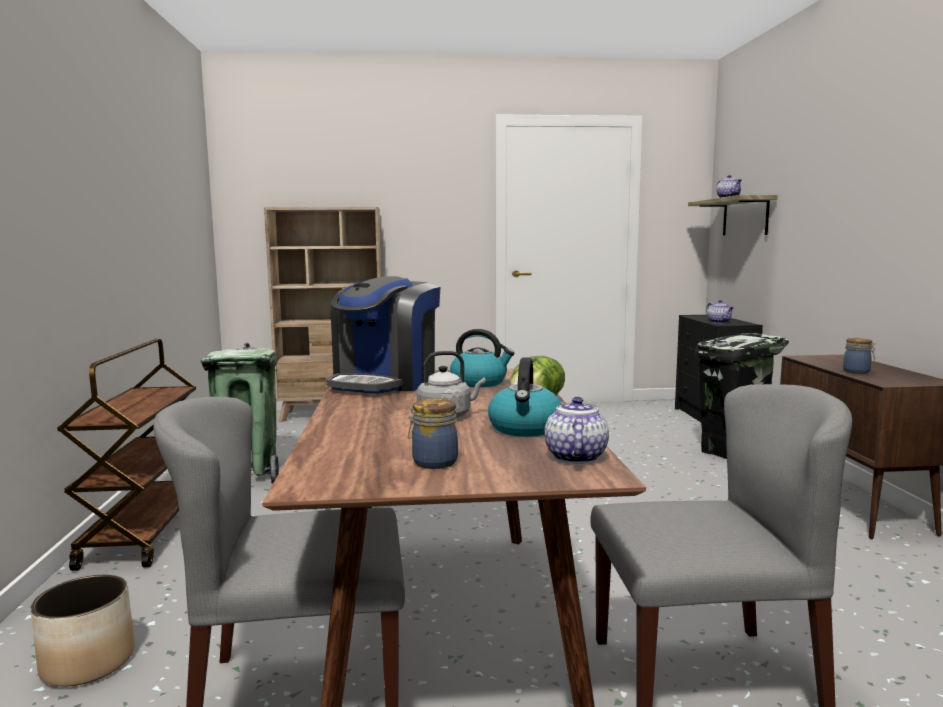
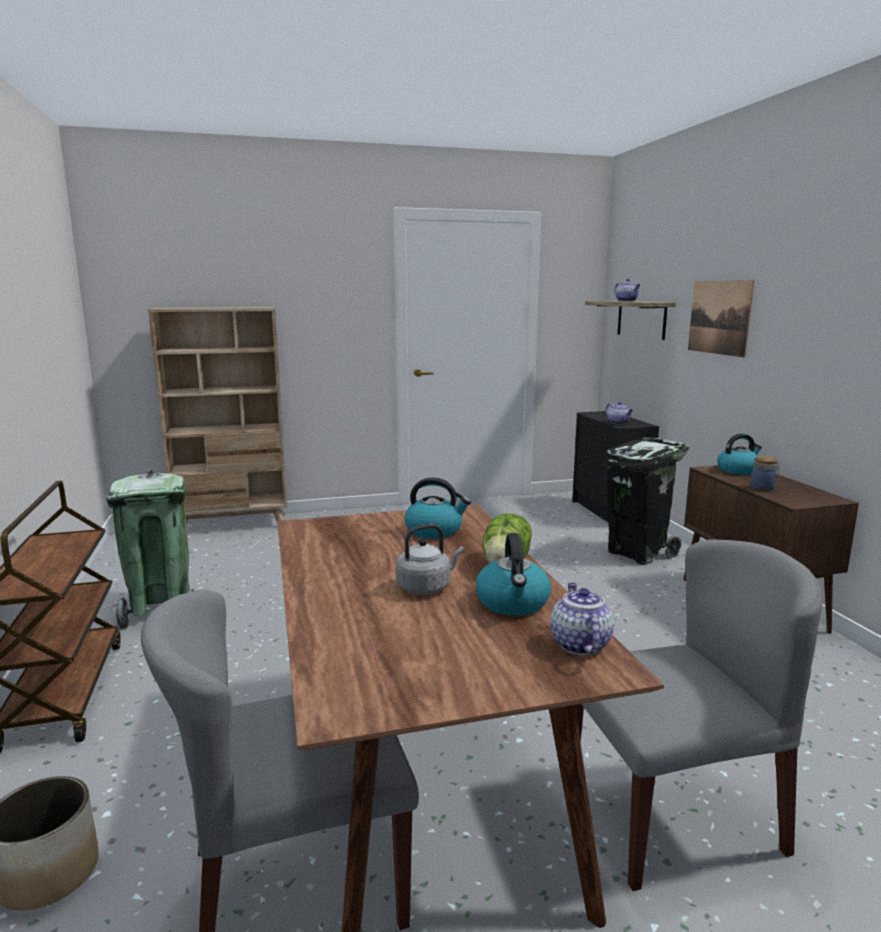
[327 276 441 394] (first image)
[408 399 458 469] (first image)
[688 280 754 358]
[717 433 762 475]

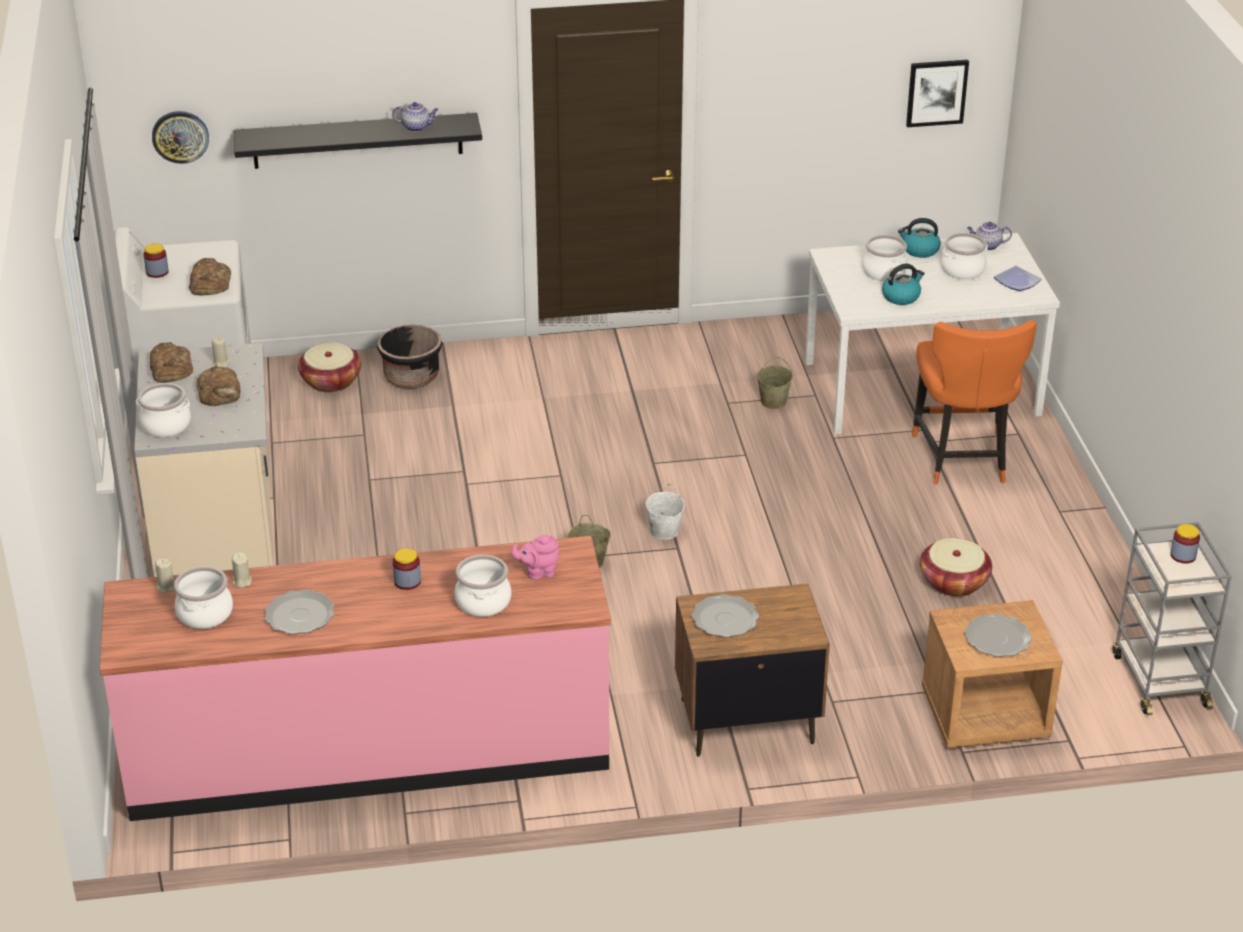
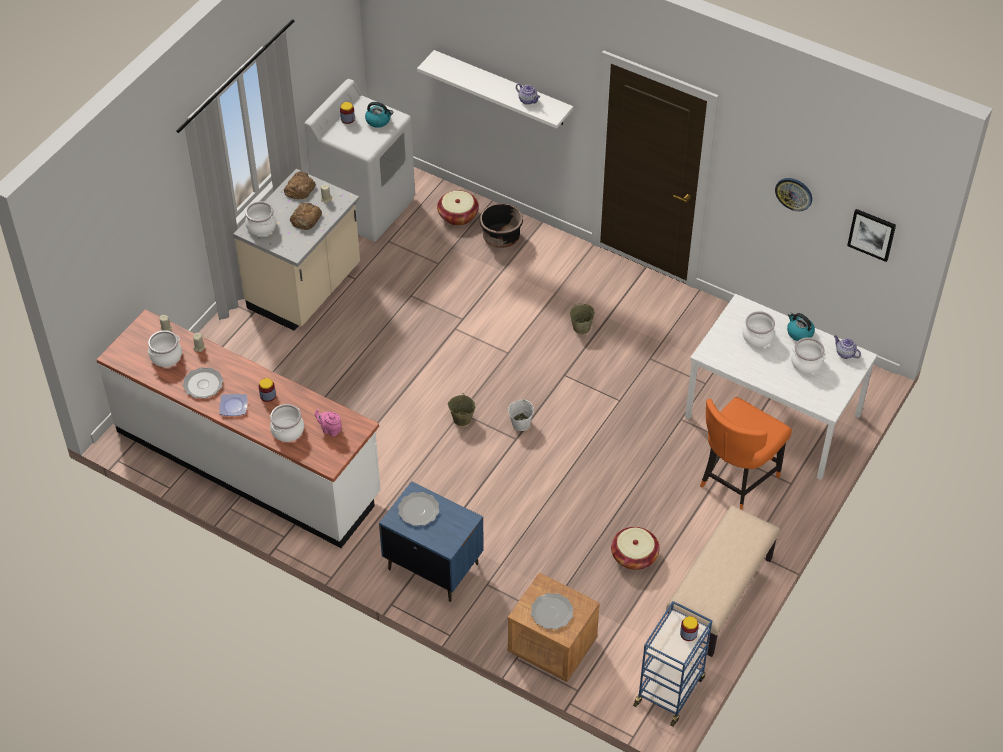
[96 309 381 548]
[775 178 812 211]
[189 258 231 295] (first image)
[417 50 573 129]
[379 481 484 602]
[570 303 595 334]
[365 102 393 128]
[219 394 248 416]
[633 601 712 726]
[666 505 780 657]

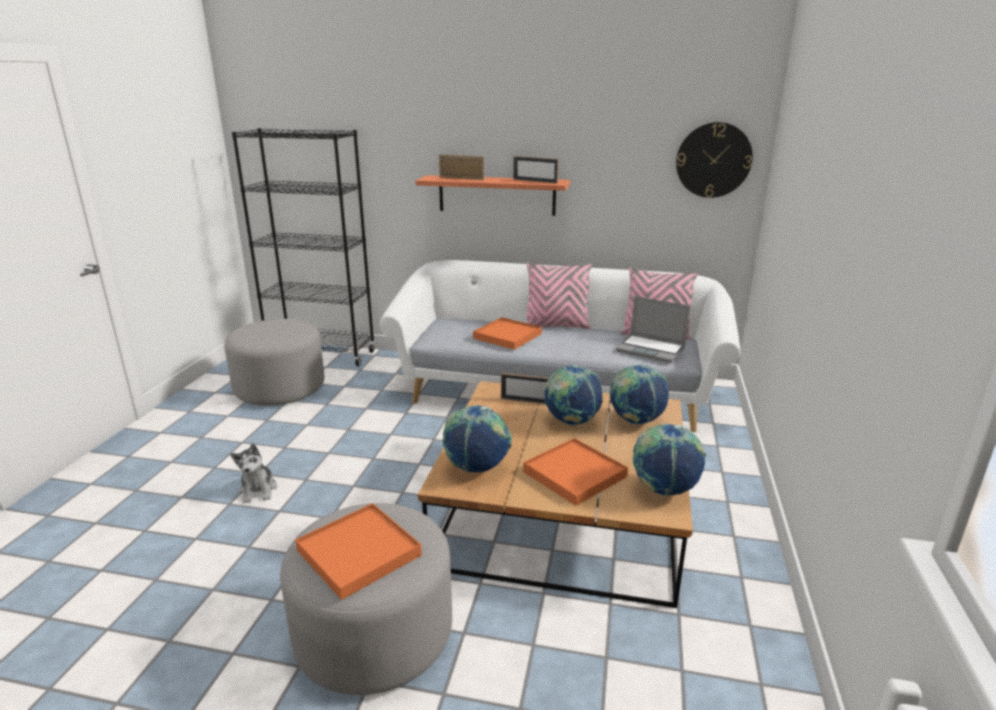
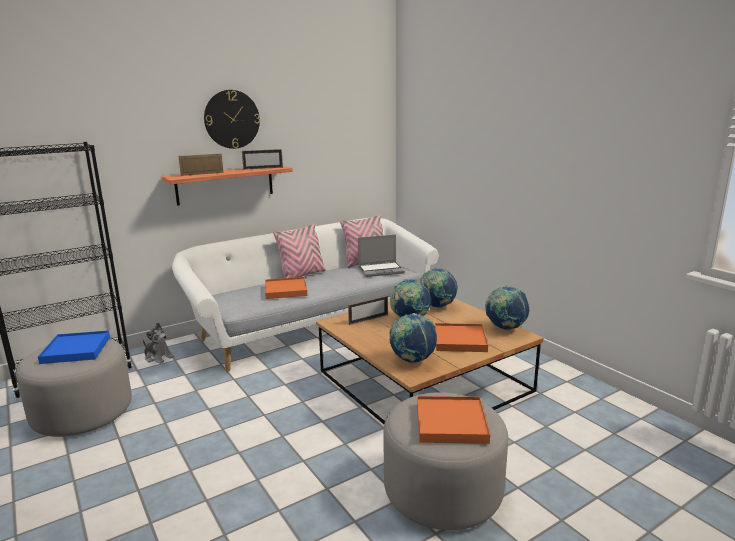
[143 322 174 364]
[204 90 260 149]
[38 330 110 364]

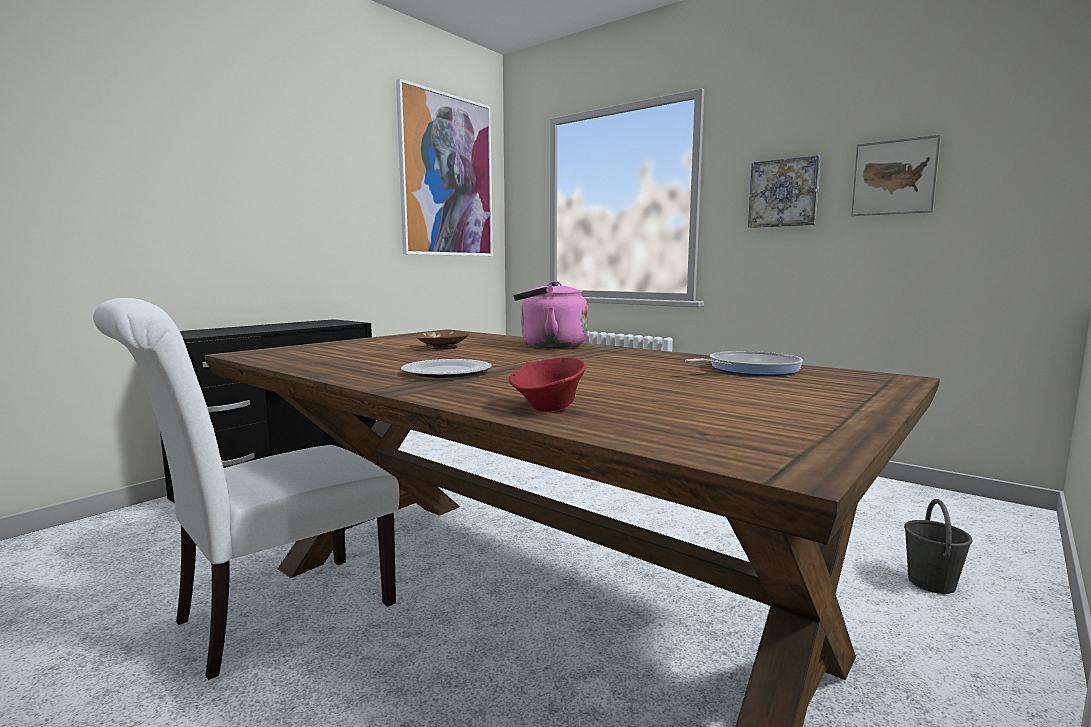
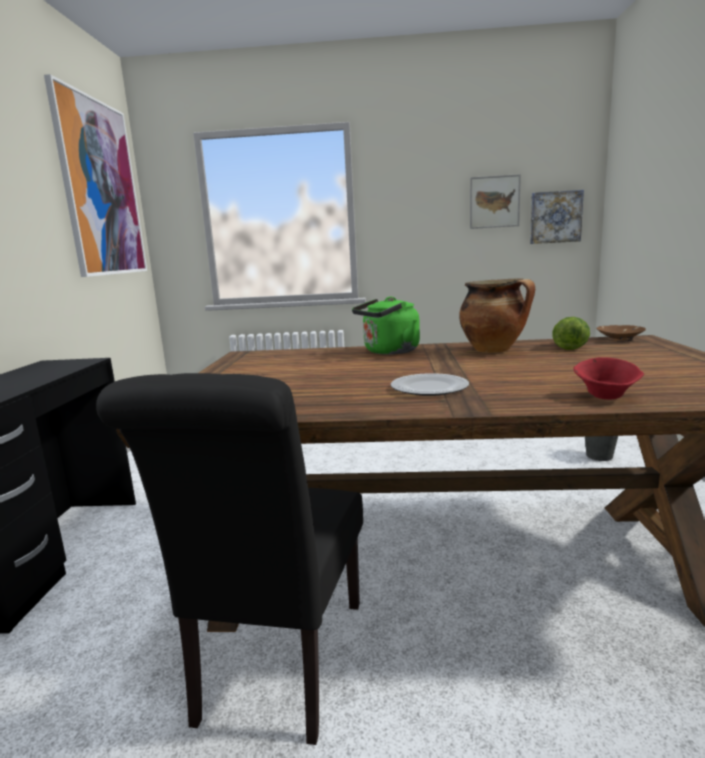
[96 373 363 745]
[596 325 646 342]
[352 297 420 355]
[552 317 590 350]
[530 190 584 244]
[459 278 535 353]

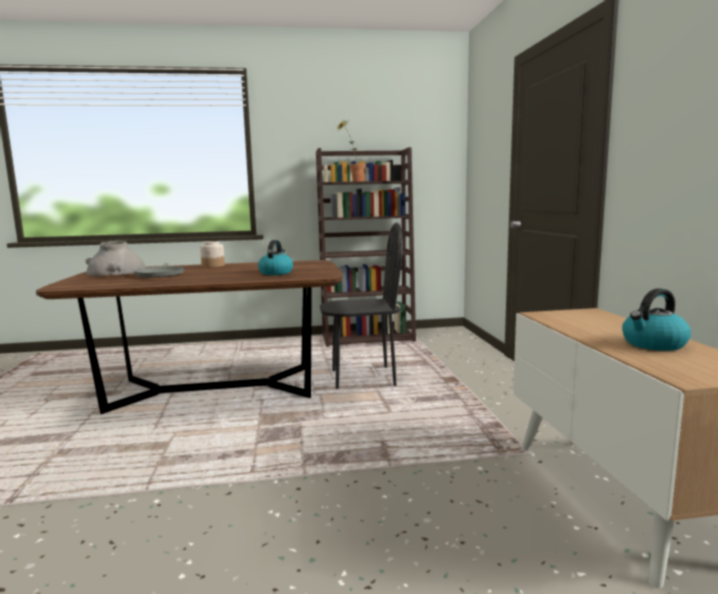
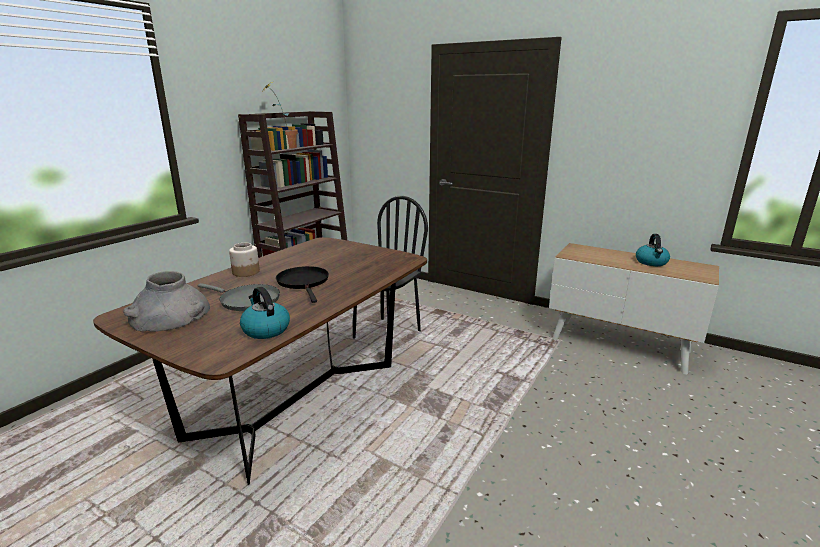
[240 287 290 339]
[276 266 329 303]

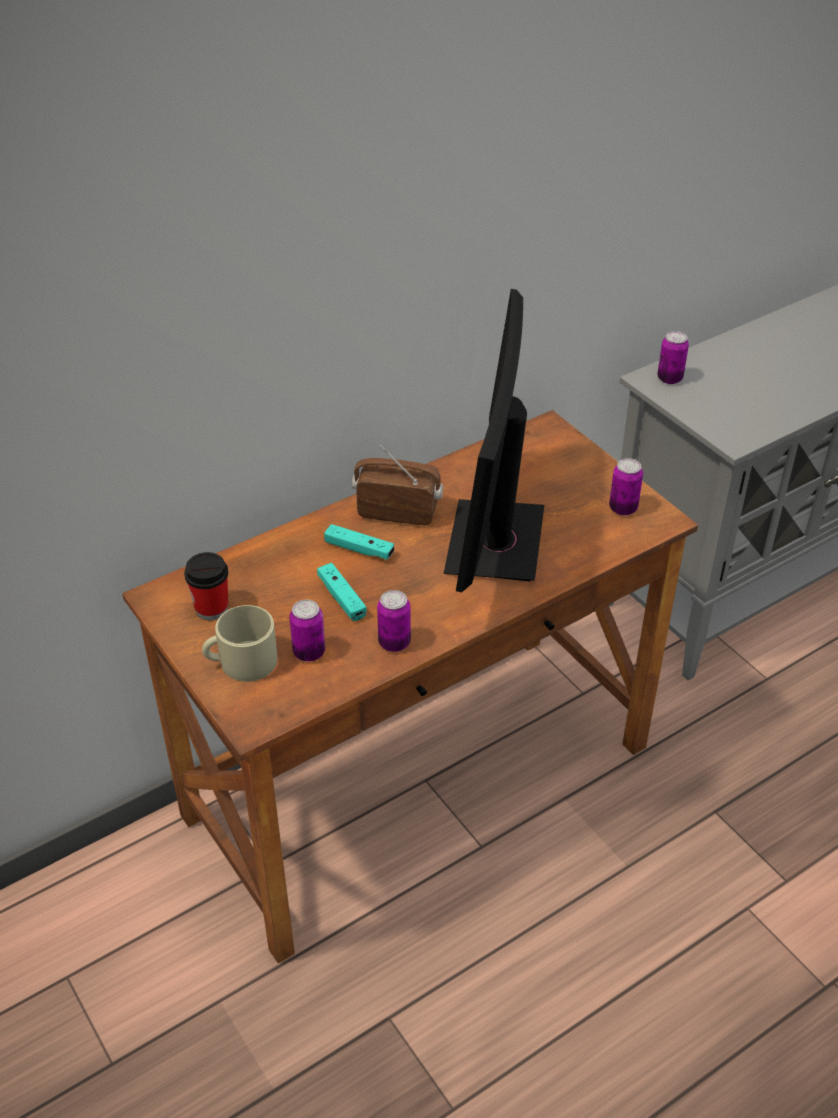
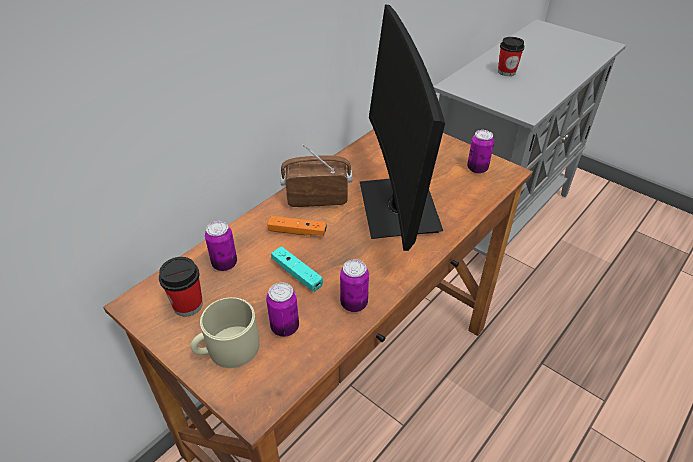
[267 216 327 236]
[205 221 237 271]
[498 37 525 76]

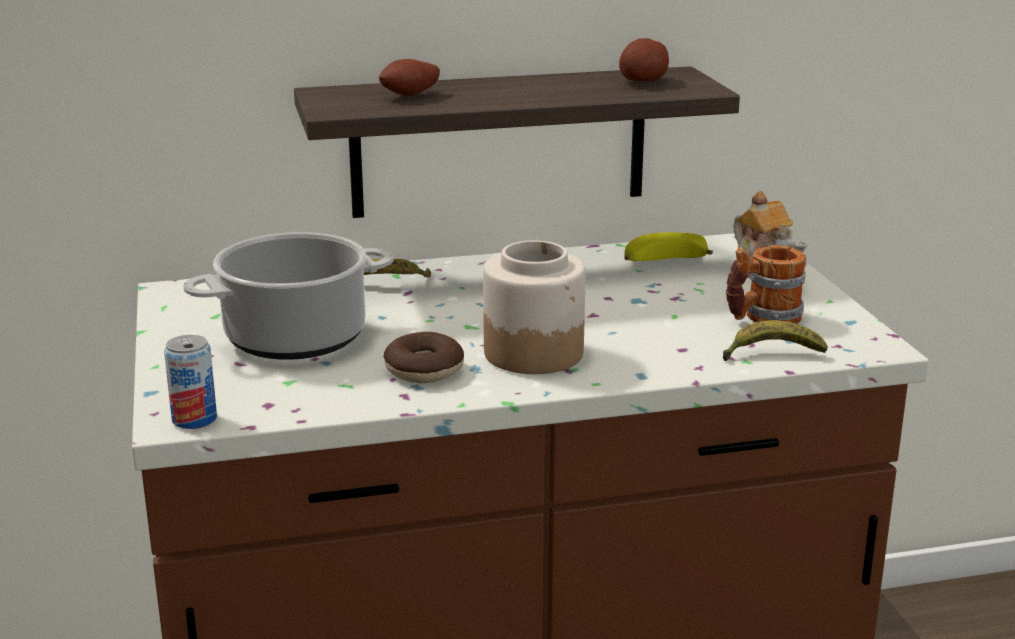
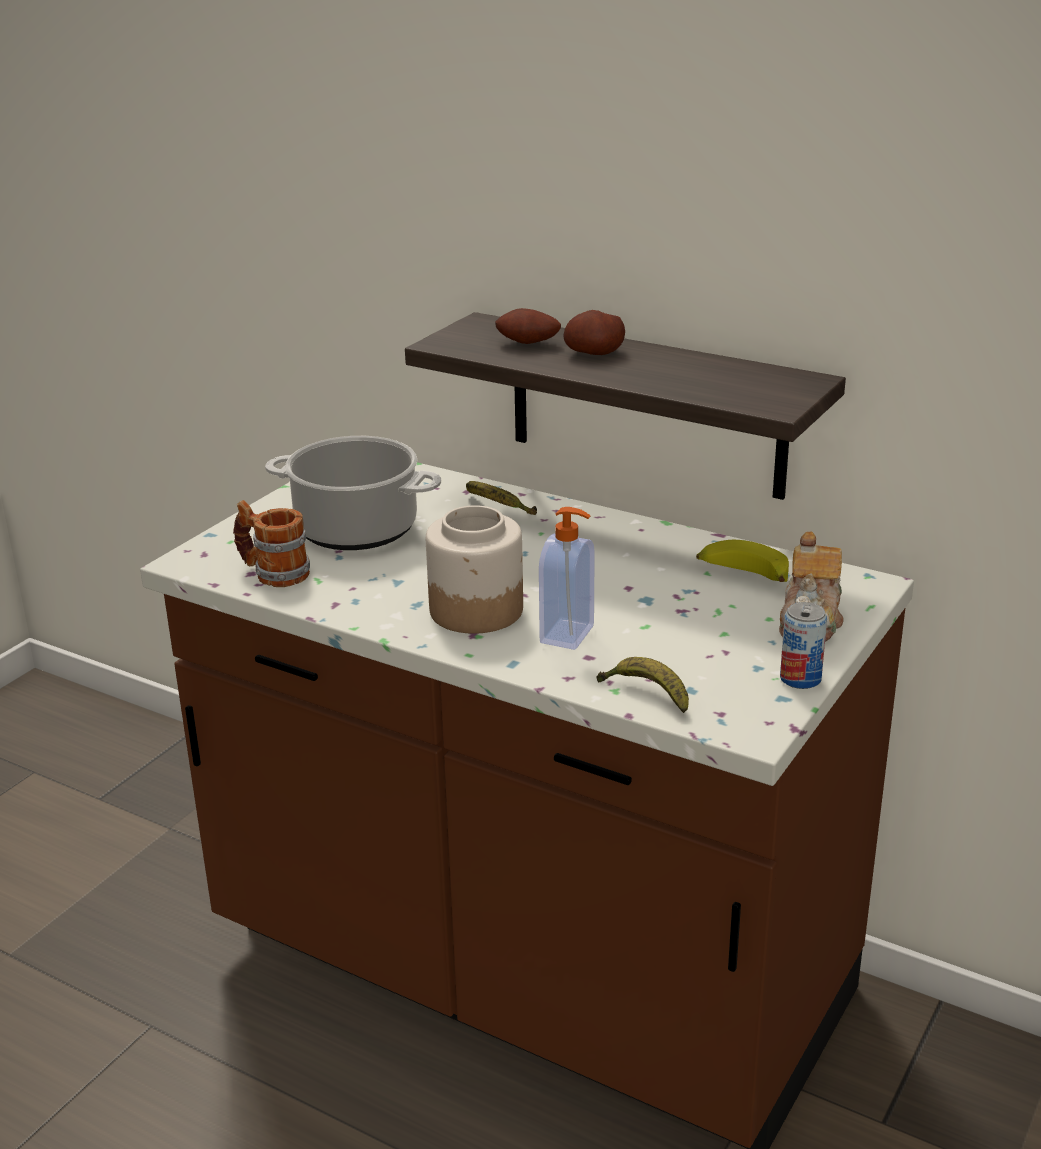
[780 602 827 689]
[383 332 464 383] (first image)
[563 310 625 355]
[233 500 310 587]
[539 507 595 650]

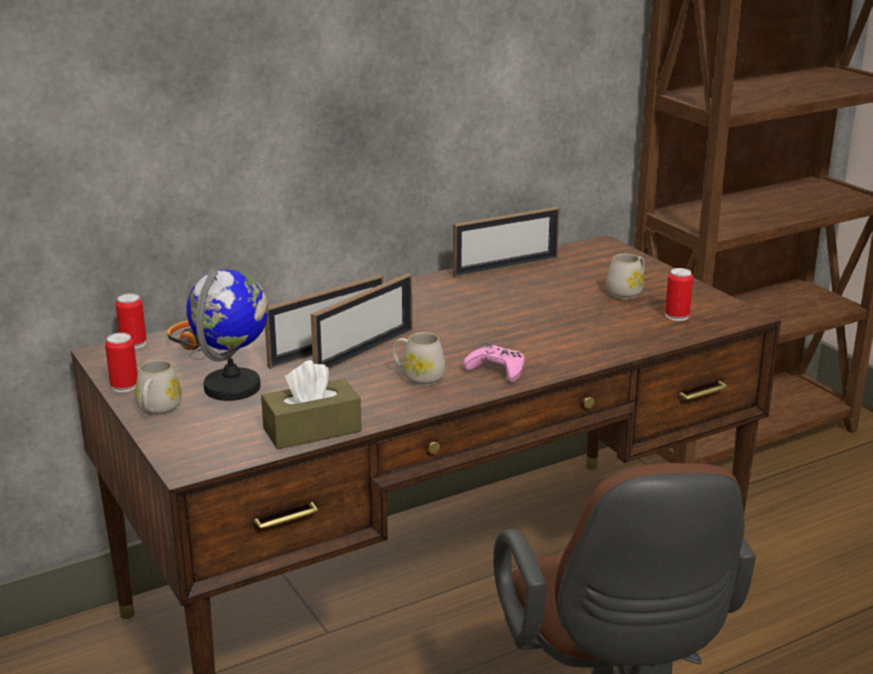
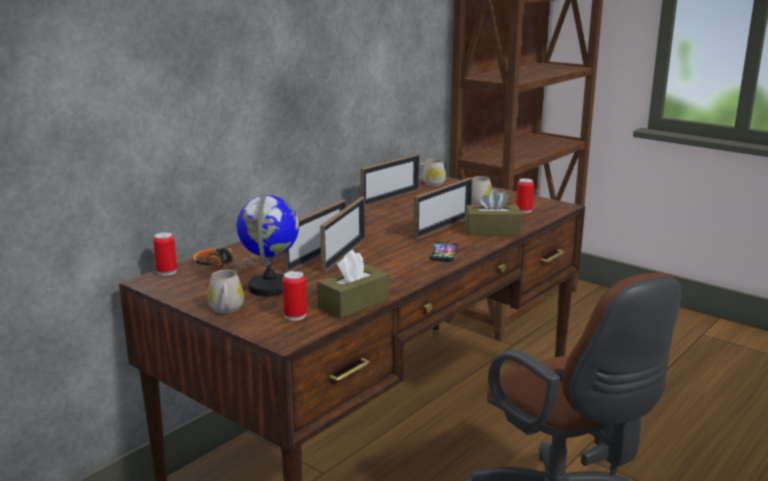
[282 271 307 321]
[419 159 446 186]
[430 242 458 262]
[413 177 473 239]
[465 188 522 236]

